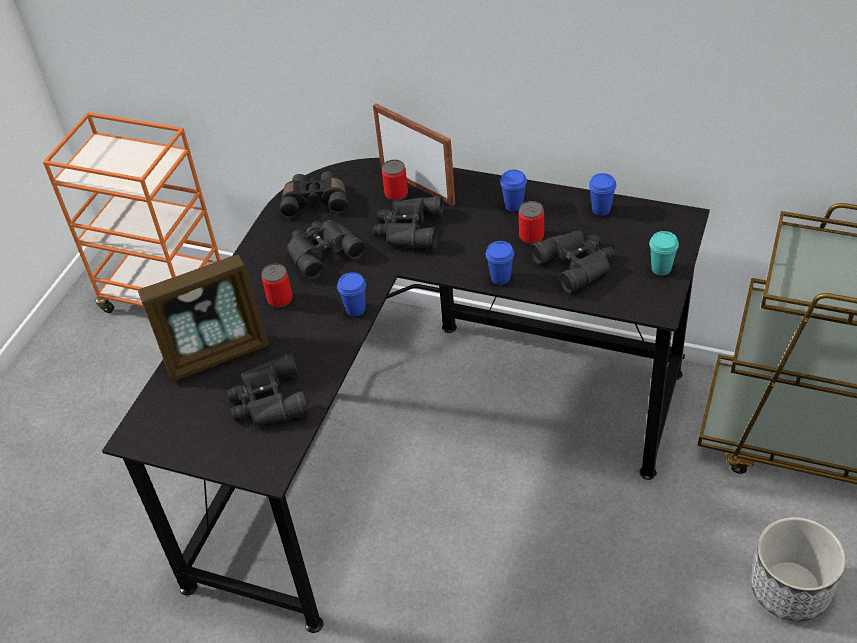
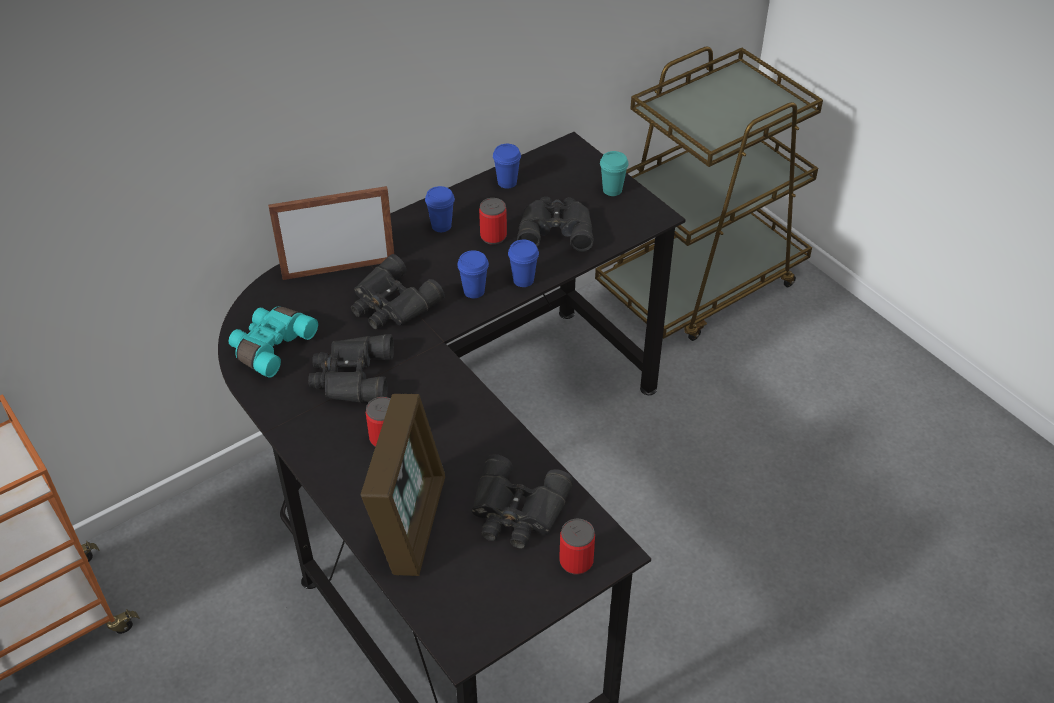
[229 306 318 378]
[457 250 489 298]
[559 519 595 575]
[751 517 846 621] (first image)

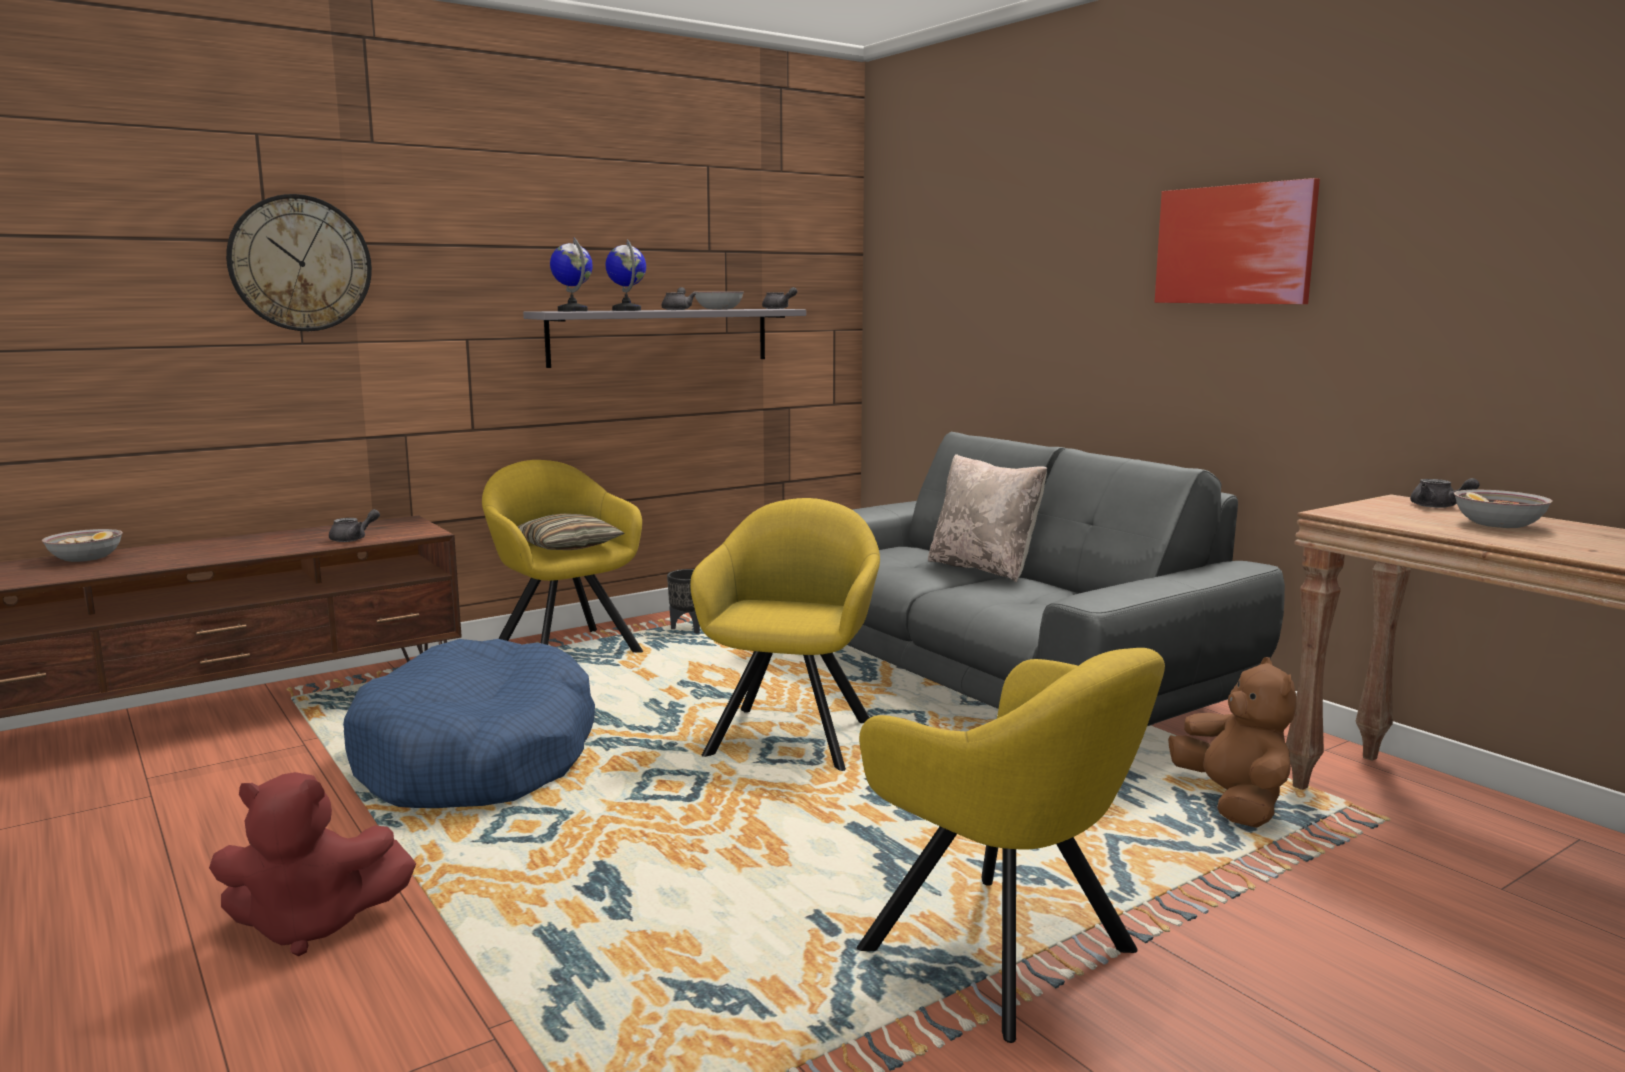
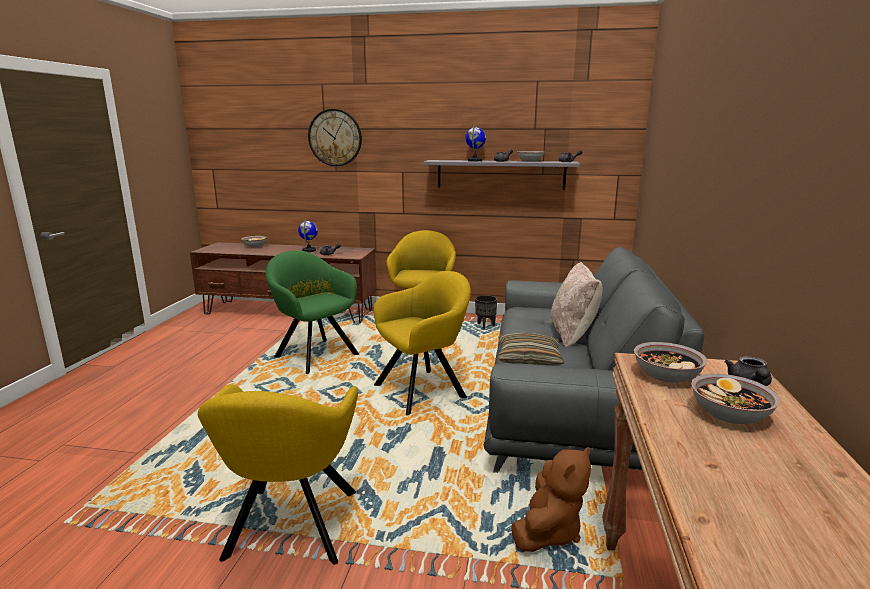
[209 772 416 956] (first image)
[265 251 359 374]
[498 332 564 366]
[298 219 318 252]
[1155 178 1320 304] (first image)
[634 342 708 383]

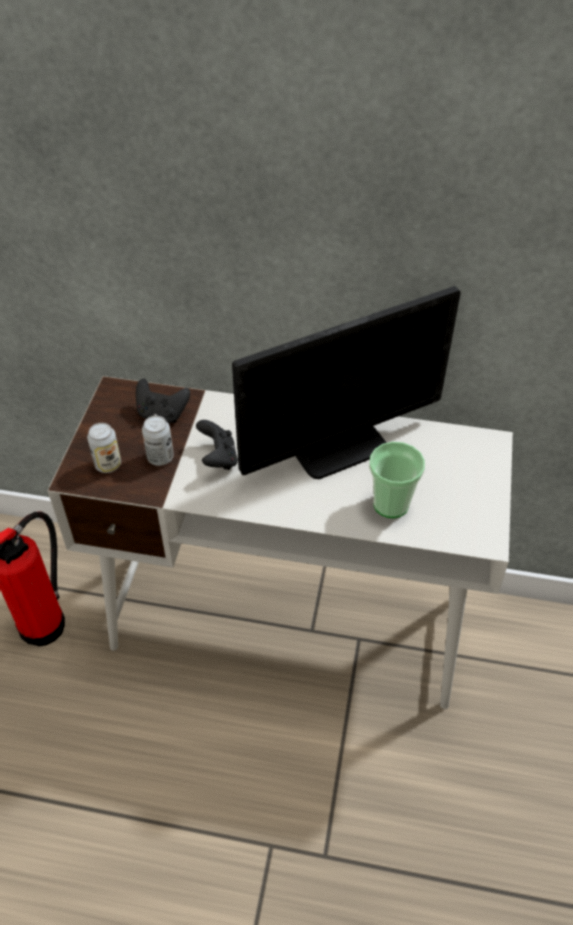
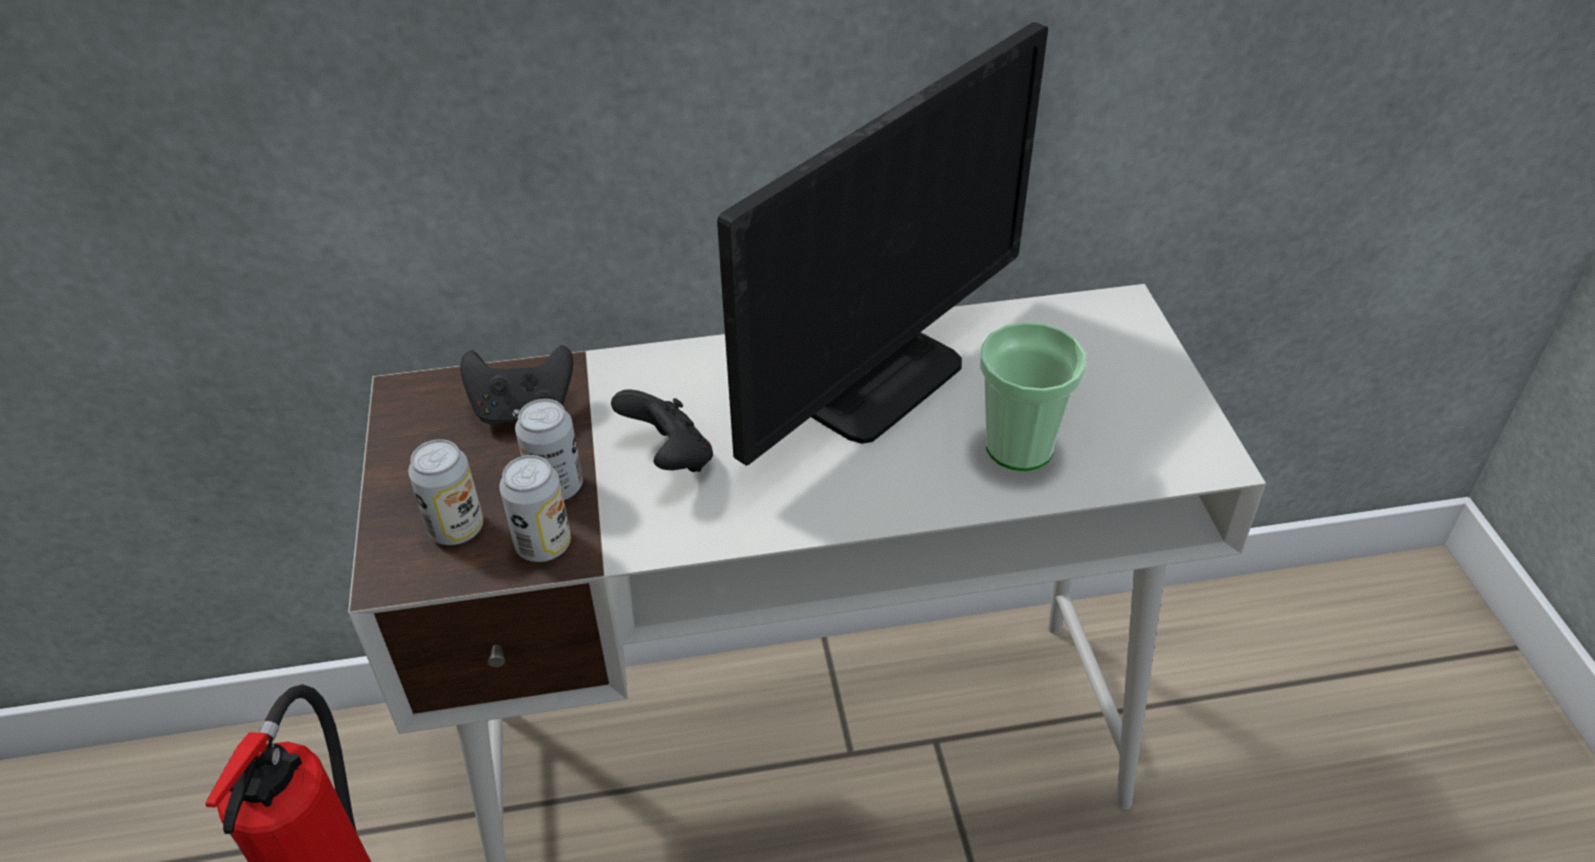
[499 455 571 562]

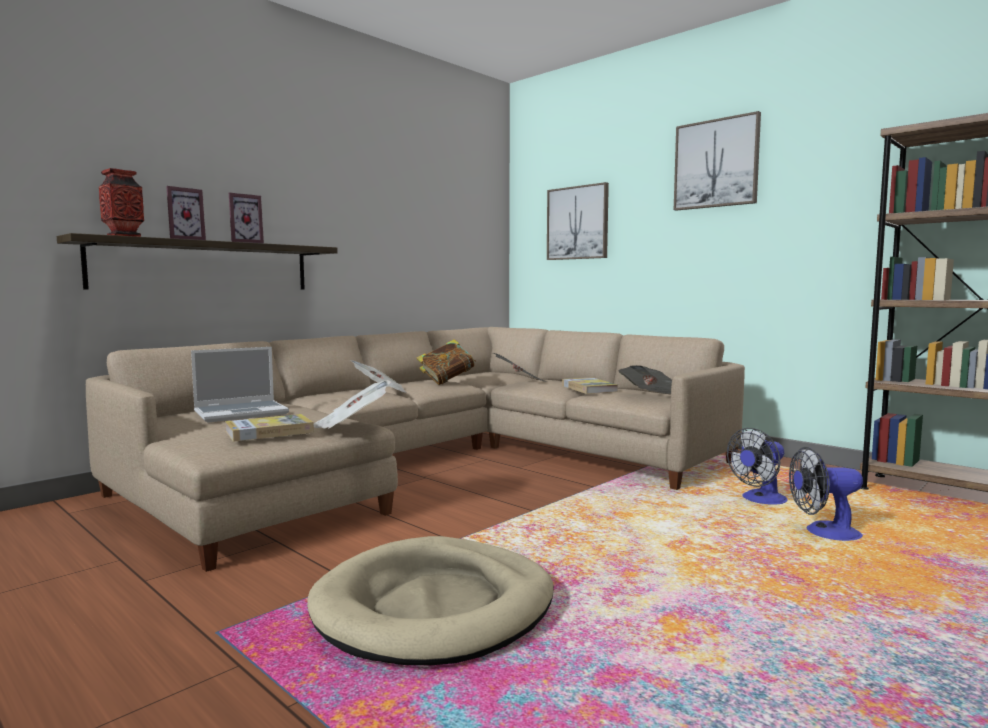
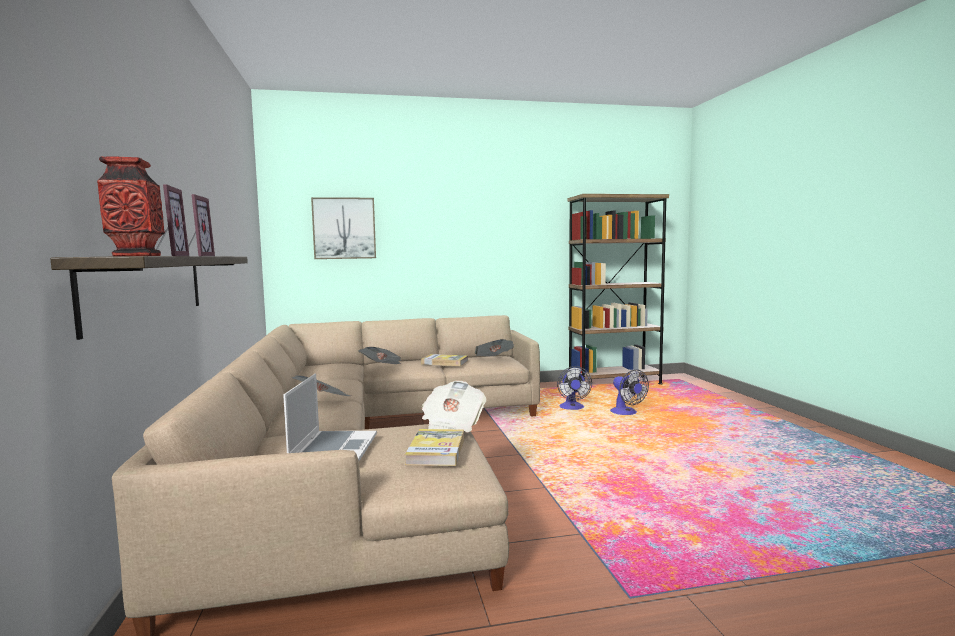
[307 536 554 665] (first image)
[417 339 475 385] (first image)
[674 111 761 211] (first image)
[610 370 649 415]

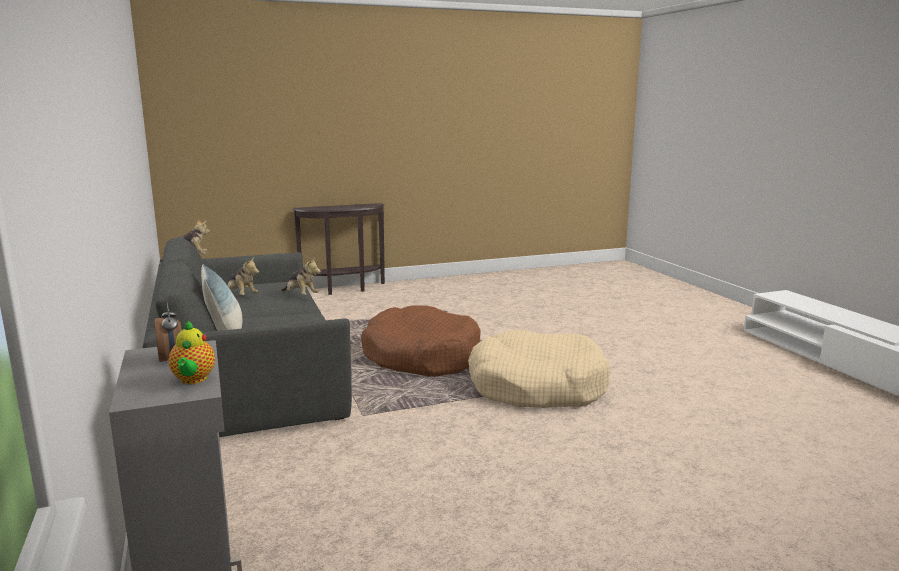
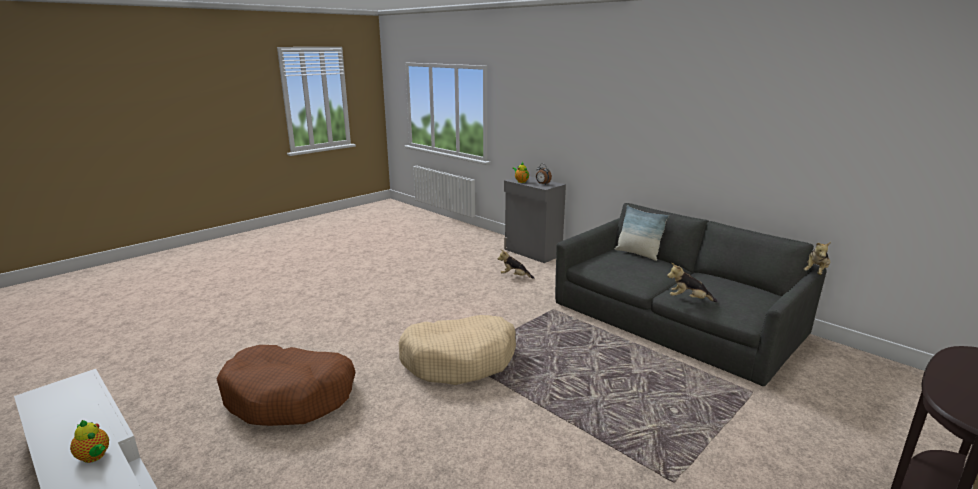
[497 249 534 279]
[217 345 355 426]
[70 420 109 463]

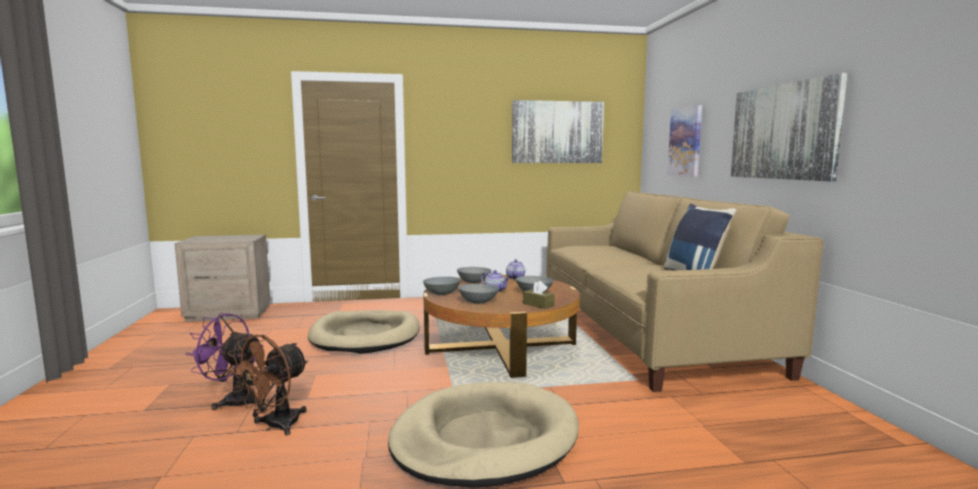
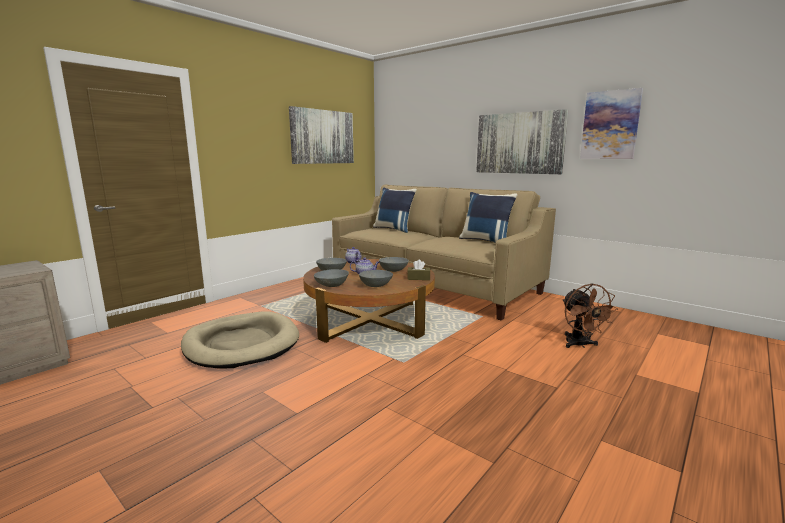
[185 313 264 410] (first image)
[563 283 618 348]
[388 382 579 487] (first image)
[580 88 643 159]
[373 187 417 233]

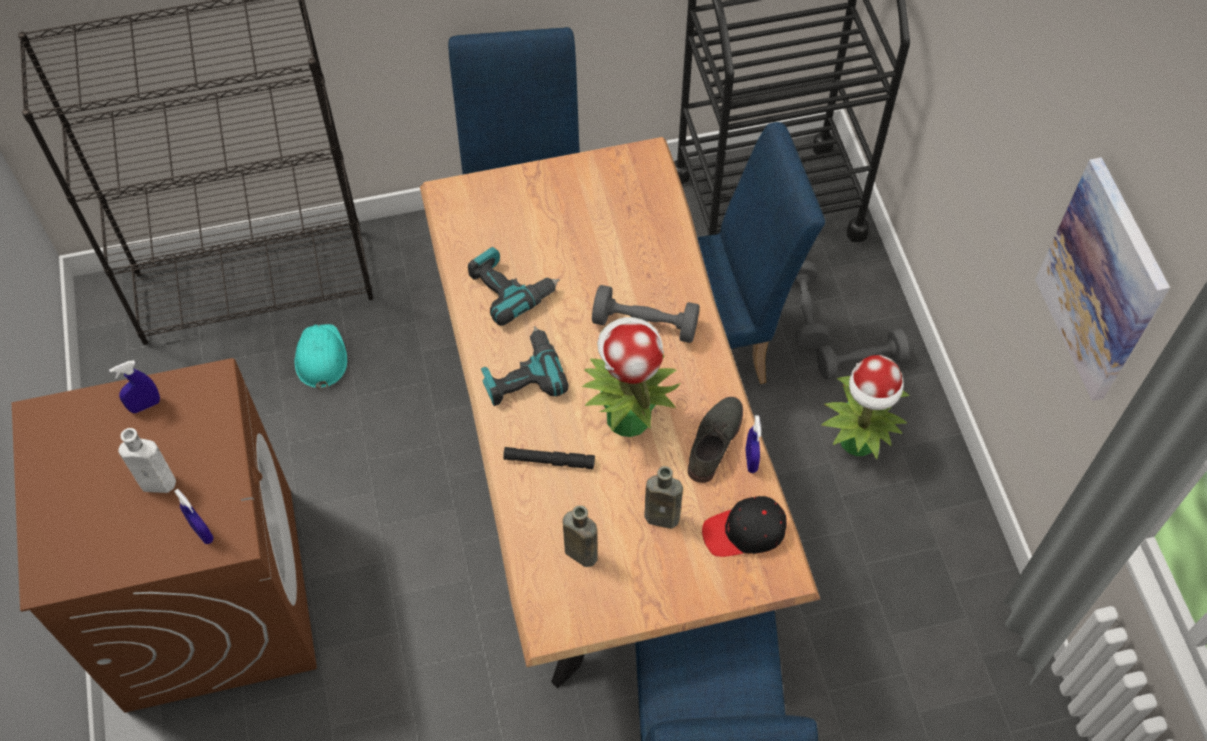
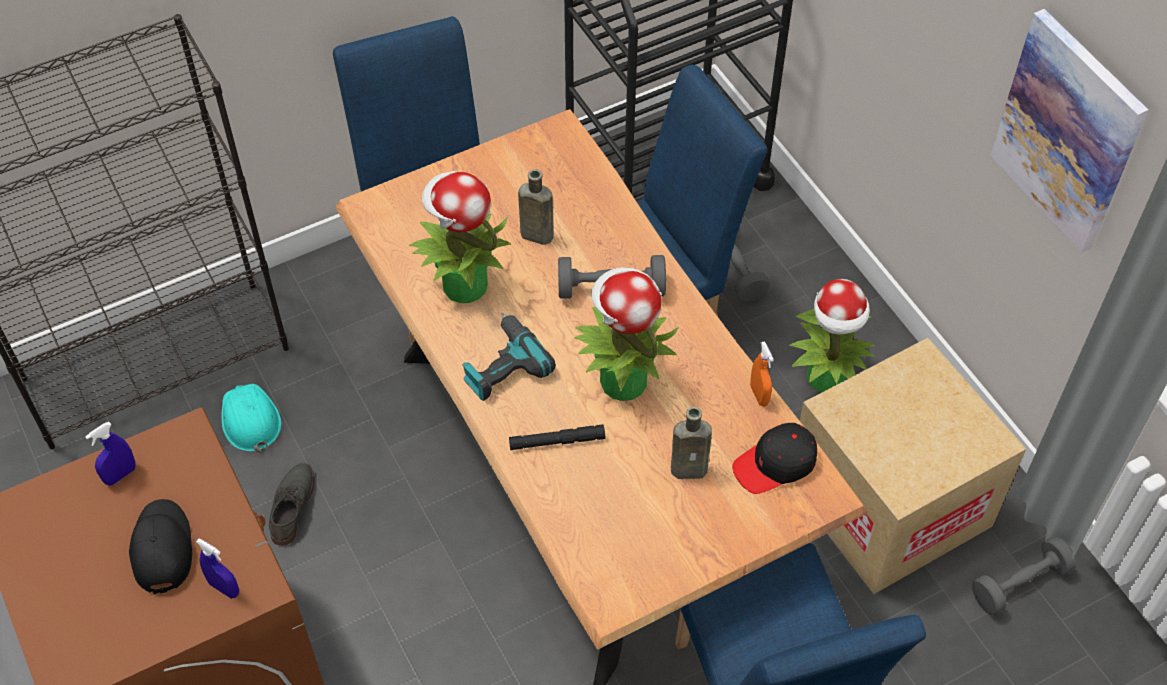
[129 499 192 594]
[409 171 511 303]
[518 169 553 245]
[269 463 315 545]
[750 341 774 407]
[972 537 1076 615]
[800 338 1026 594]

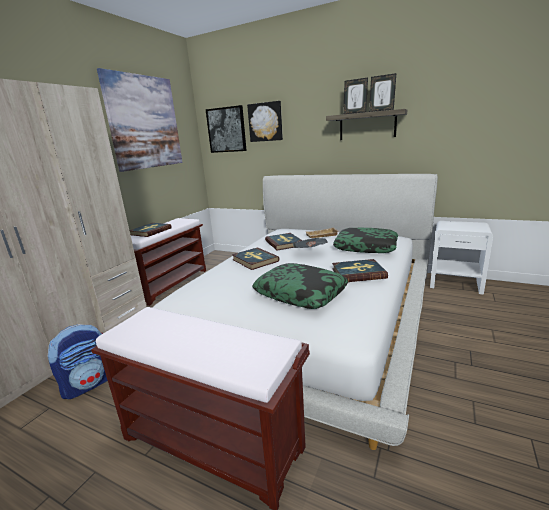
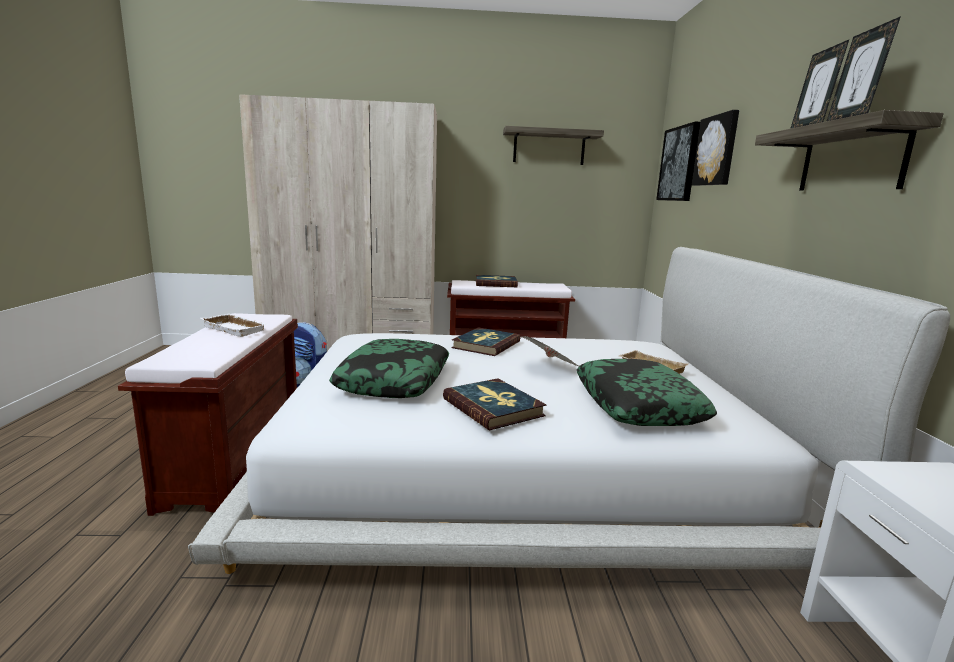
[503 126 604 165]
[265 233 303 251] (first image)
[201 314 269 337]

